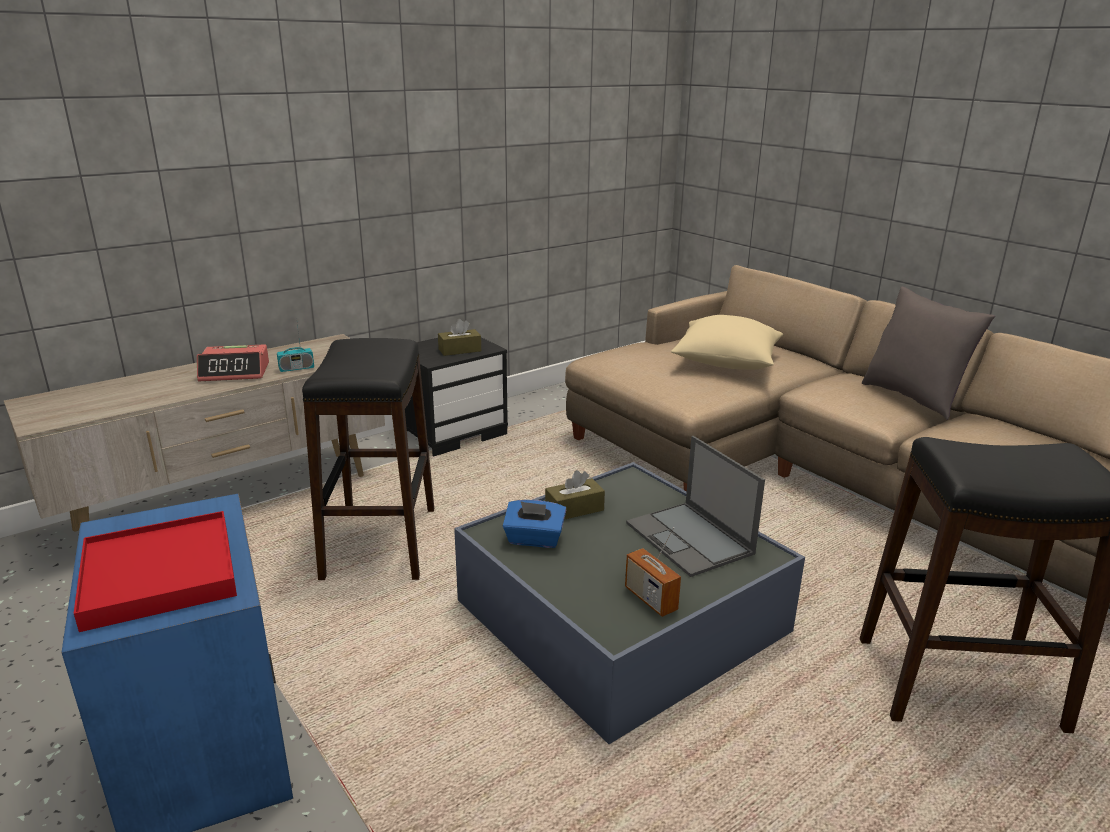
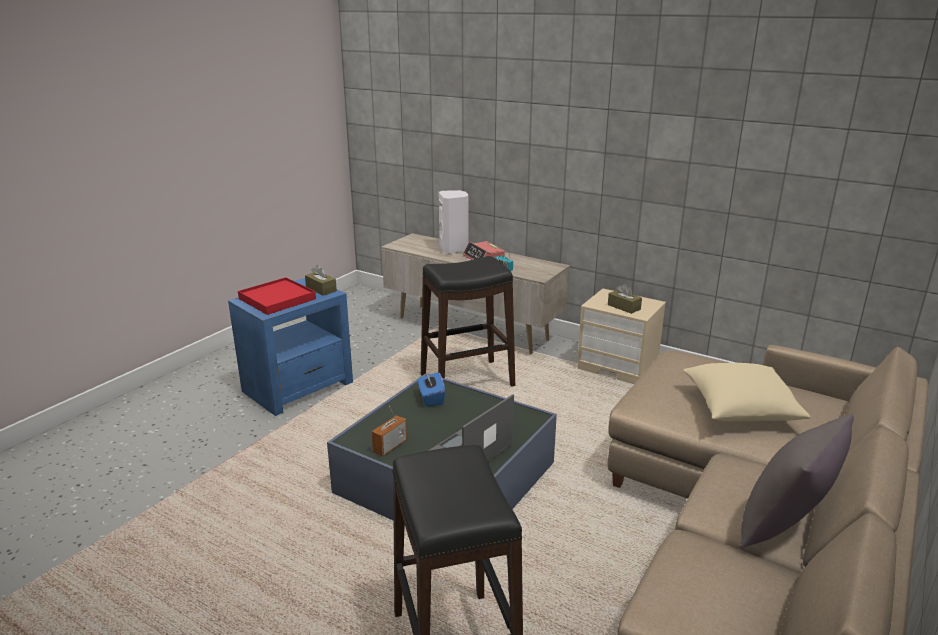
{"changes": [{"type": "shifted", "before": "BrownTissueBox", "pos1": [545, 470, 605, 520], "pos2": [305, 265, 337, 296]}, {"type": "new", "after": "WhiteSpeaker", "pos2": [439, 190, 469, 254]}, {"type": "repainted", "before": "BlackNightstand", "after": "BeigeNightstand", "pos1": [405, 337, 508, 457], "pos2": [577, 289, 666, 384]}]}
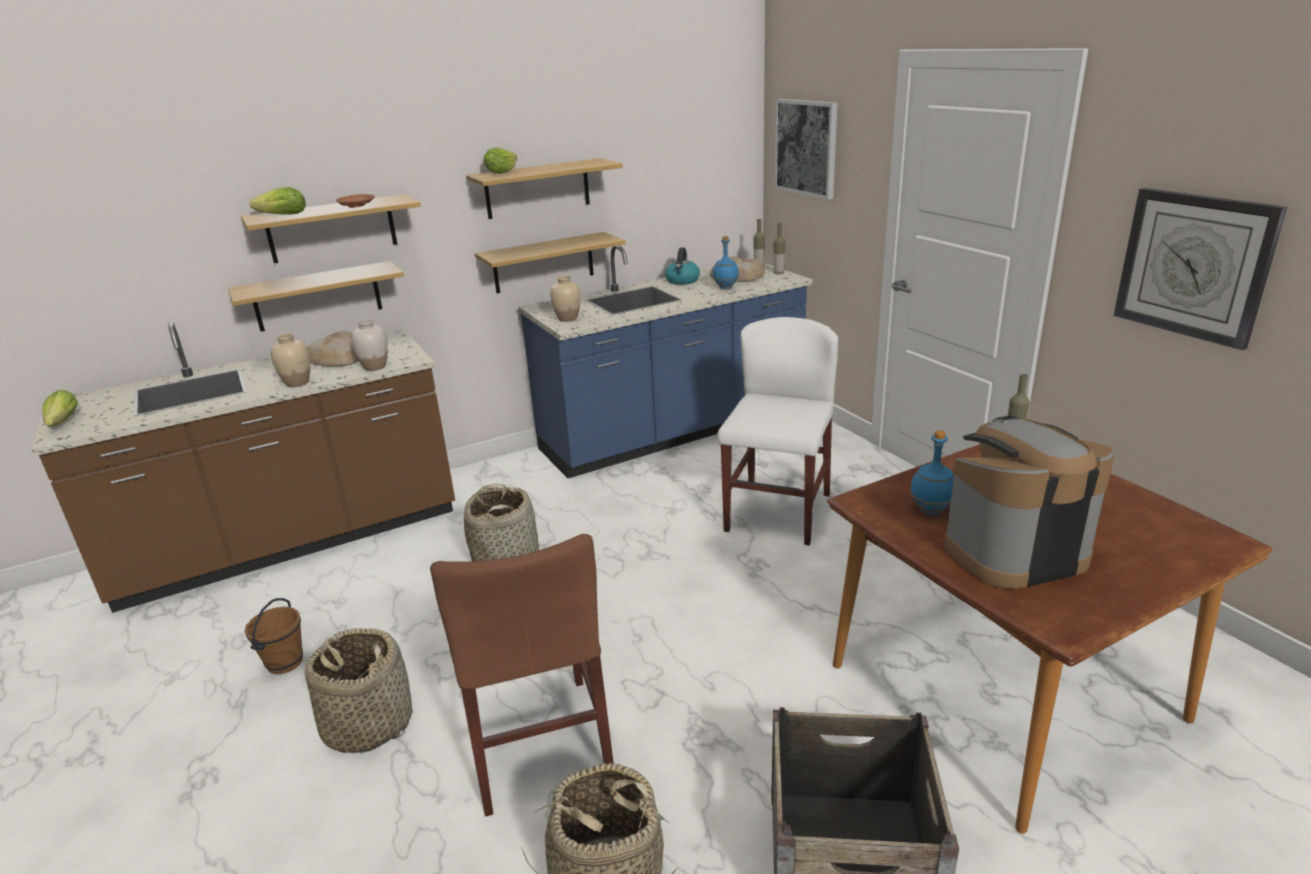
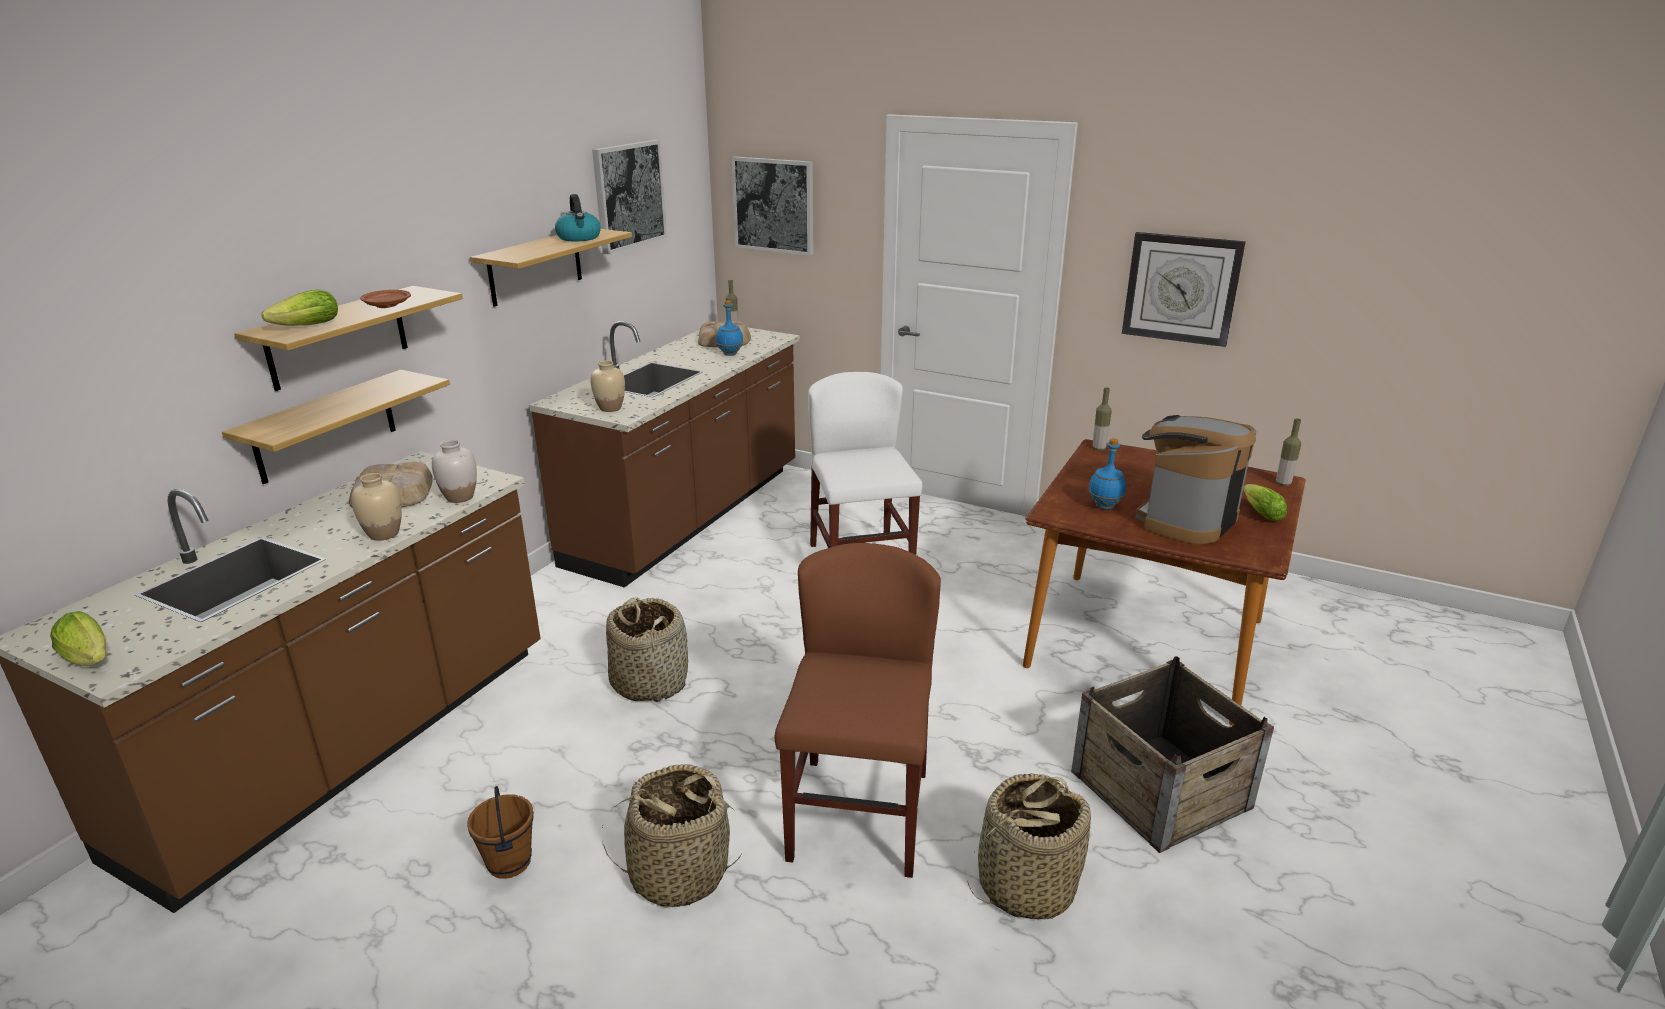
{"changes": [{"type": "repainted", "before": "BlueCounter", "after": "BrownCounter", "pos1": [519, 246, 812, 478], "pos2": [529, 321, 800, 588]}, {"type": "shifted", "before": "Kettle", "pos1": [665, 248, 700, 285], "pos2": [555, 194, 601, 241]}, {"type": "new", "after": "Picture", "pos2": [592, 140, 667, 254]}, {"type": "rotated", "before": "BrownChair", "pos1": [430, 534, 614, 817], "pos2": [775, 543, 941, 878], "turn": -120}, {"type": "shifted", "before": "Lettuce", "pos1": [484, 148, 517, 174], "pos2": [1243, 484, 1287, 521]}, {"type": "shifted", "before": "Bottle", "pos1": [774, 223, 785, 274], "pos2": [1276, 418, 1301, 486]}, {"type": "gone", "before": "Shelf", "pos1": [475, 232, 626, 293]}]}
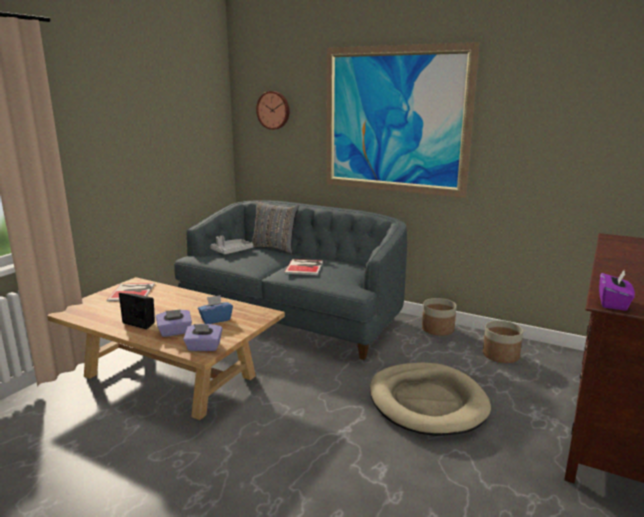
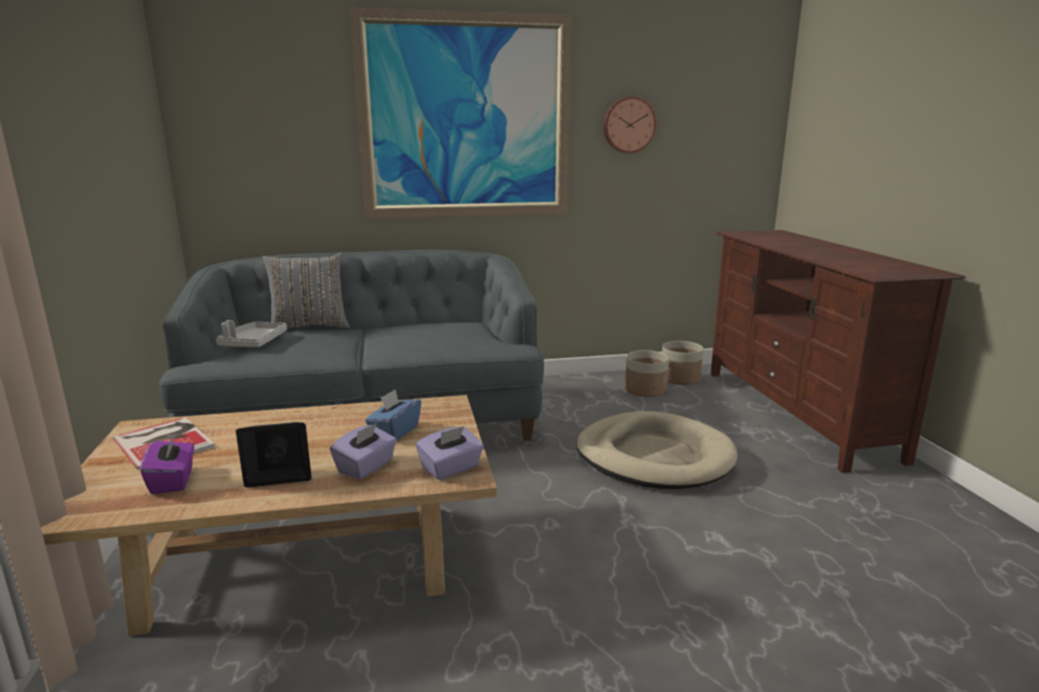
{"changes": [{"type": "shifted", "before": "PurpleTissueBox", "pos1": [599, 270, 635, 311], "pos2": [140, 432, 194, 494]}, {"type": "shifted", "before": "WallClock", "pos1": [256, 91, 290, 130], "pos2": [603, 96, 657, 153]}, {"type": "shifted", "before": "Planter", "pos1": [422, 298, 457, 336], "pos2": [662, 341, 704, 385]}, {"type": "gone", "before": "Book", "pos1": [284, 259, 323, 275]}]}
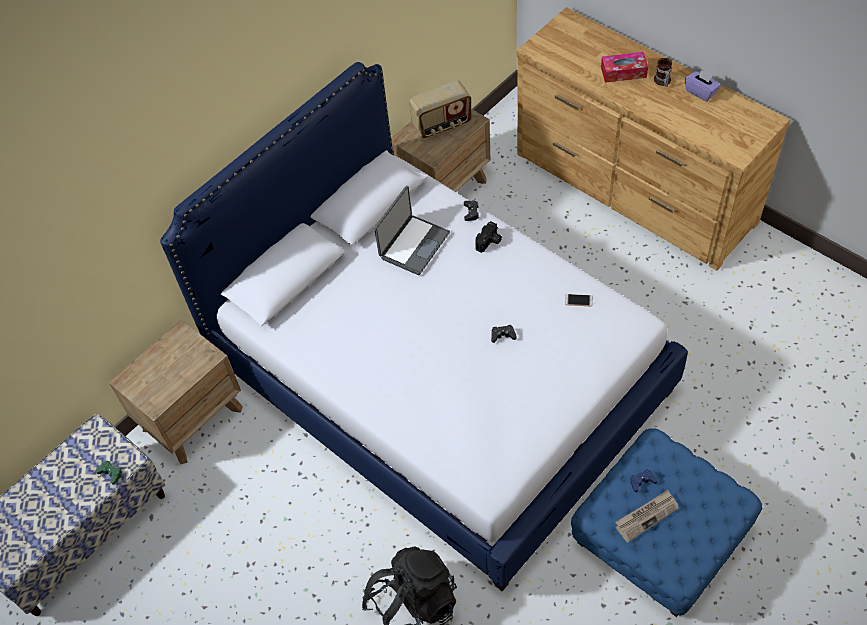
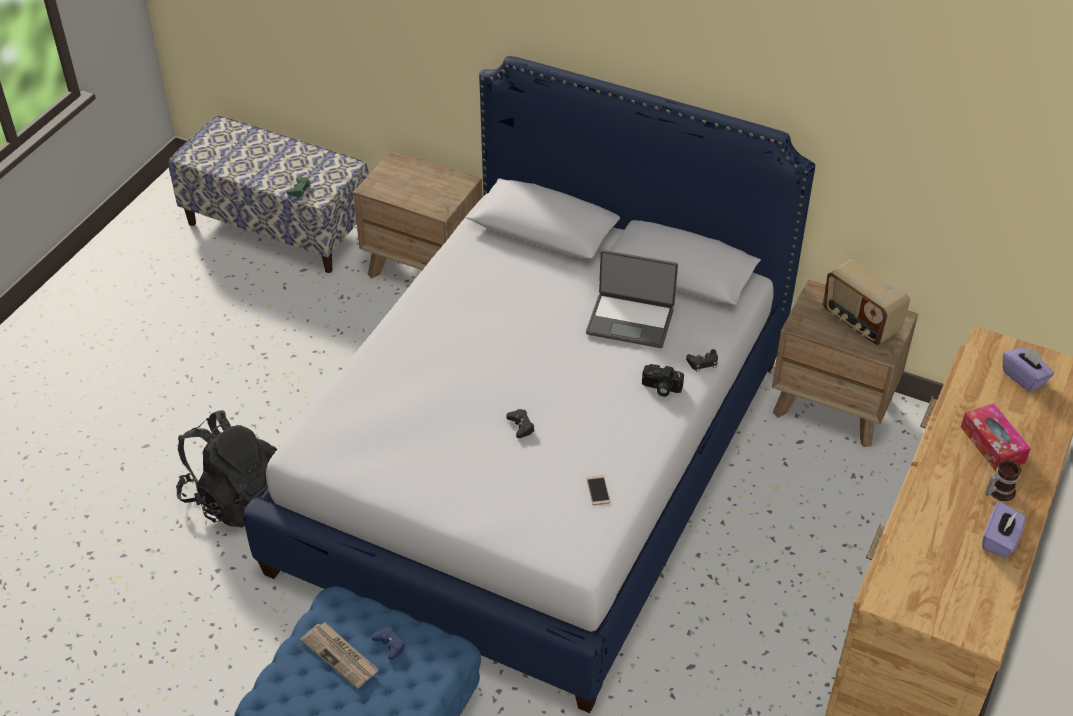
{"changes": [{"type": "new", "after": "PurpleTissueBox", "pos2": [1003, 345, 1054, 392]}]}
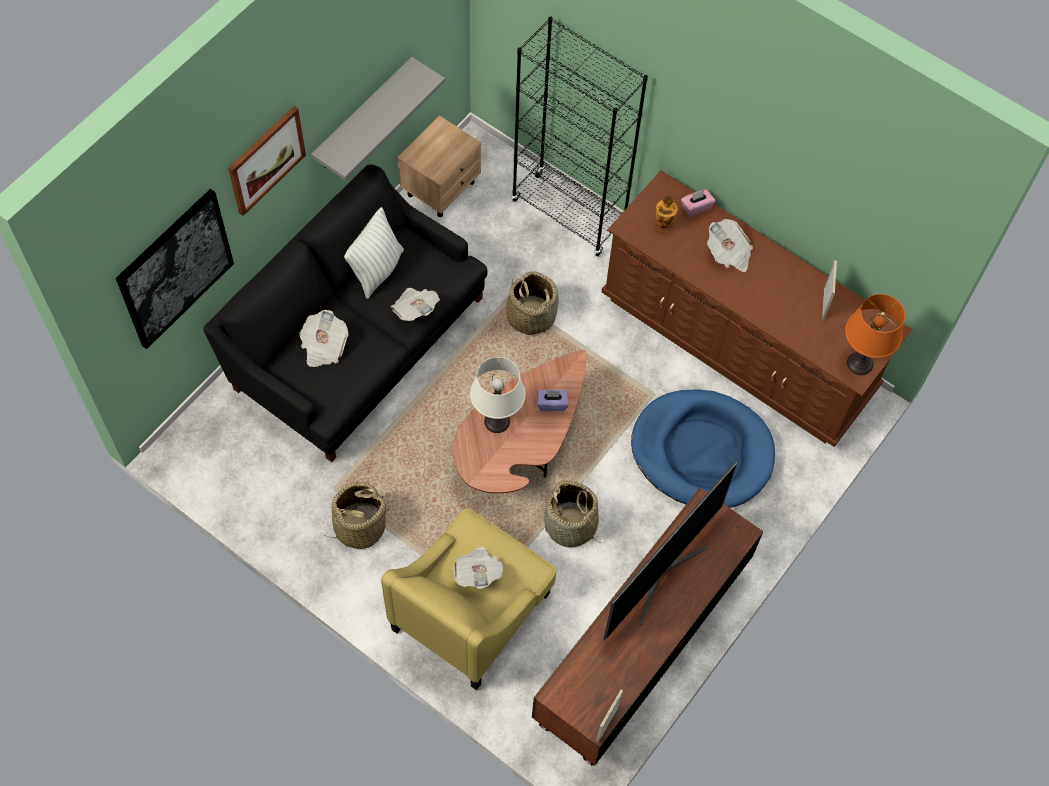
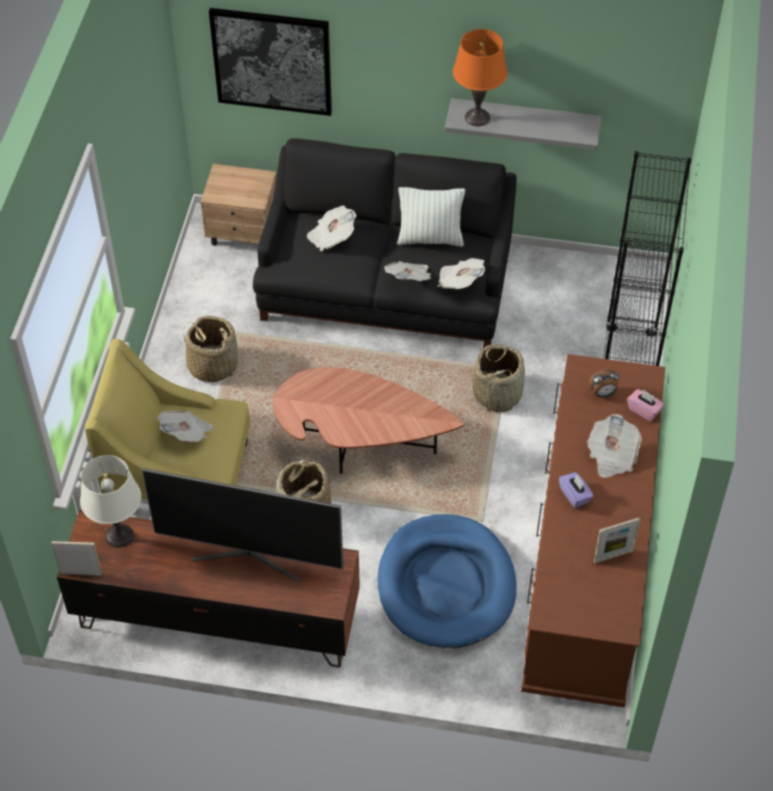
{"changes": [{"type": "shifted", "before": "WhiteTableLamp", "pos1": [470, 357, 526, 433], "pos2": [80, 455, 141, 548]}, {"type": "shifted", "before": "BeigeNightstand", "pos1": [398, 115, 481, 217], "pos2": [201, 164, 277, 246]}, {"type": "new", "after": "Newspaper", "pos2": [437, 258, 485, 289]}, {"type": "shifted", "before": "OrangeTableLamp", "pos1": [845, 294, 905, 375], "pos2": [453, 29, 507, 126]}, {"type": "shifted", "before": "PurpleTissueBox", "pos1": [538, 390, 568, 411], "pos2": [559, 472, 594, 508]}, {"type": "swapped", "before": "Vase", "after": "AlarmClock", "pos1": [655, 195, 678, 232], "pos2": [588, 370, 619, 397]}, {"type": "gone", "before": "Picture", "pos1": [228, 106, 306, 216]}]}
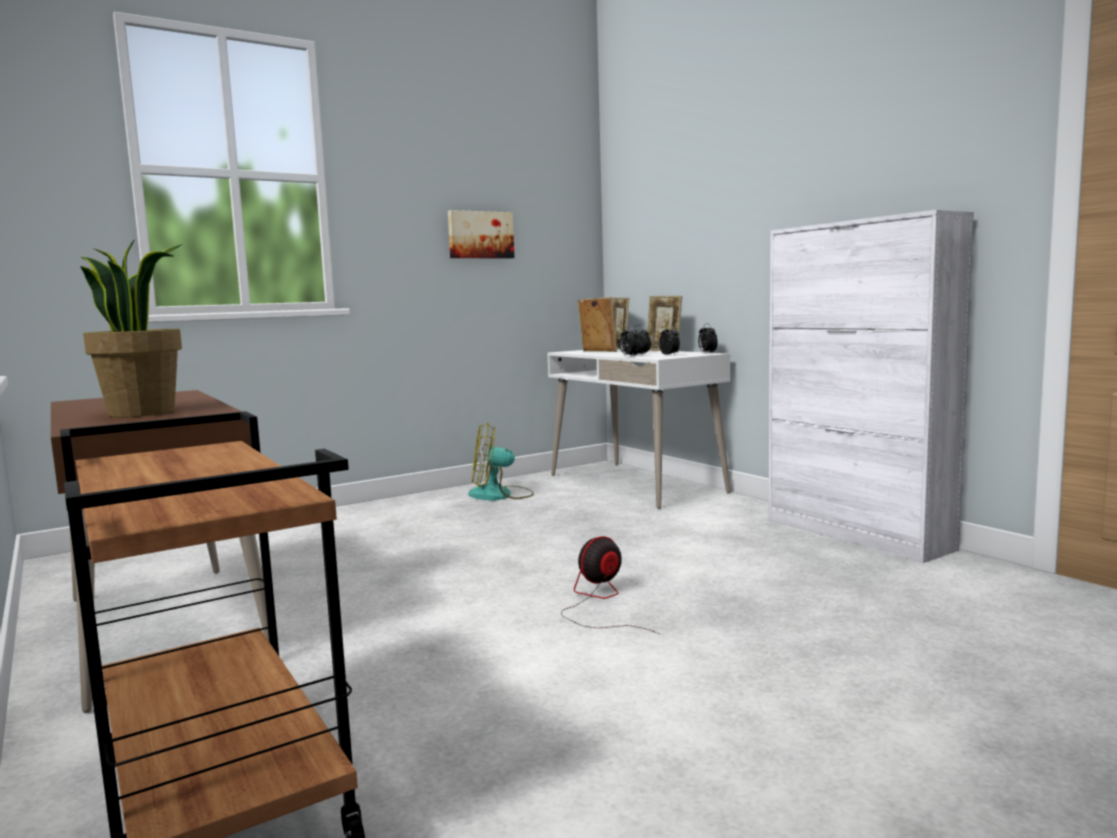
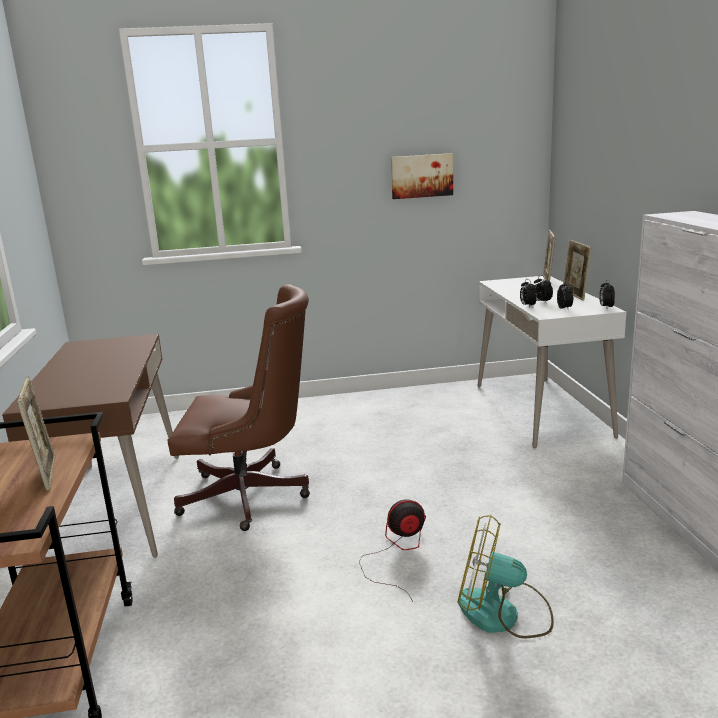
{"changes": [{"type": "shifted", "before": "PictureFrame", "pos1": [578, 297, 617, 352], "pos2": [17, 377, 55, 490]}, {"type": "new", "after": "BrownOfficeChair", "pos2": [168, 284, 310, 531]}, {"type": "shifted", "before": "Fan", "pos1": [468, 423, 534, 501], "pos2": [457, 514, 554, 639]}, {"type": "gone", "before": "PottedPlant", "pos1": [80, 239, 183, 417]}]}
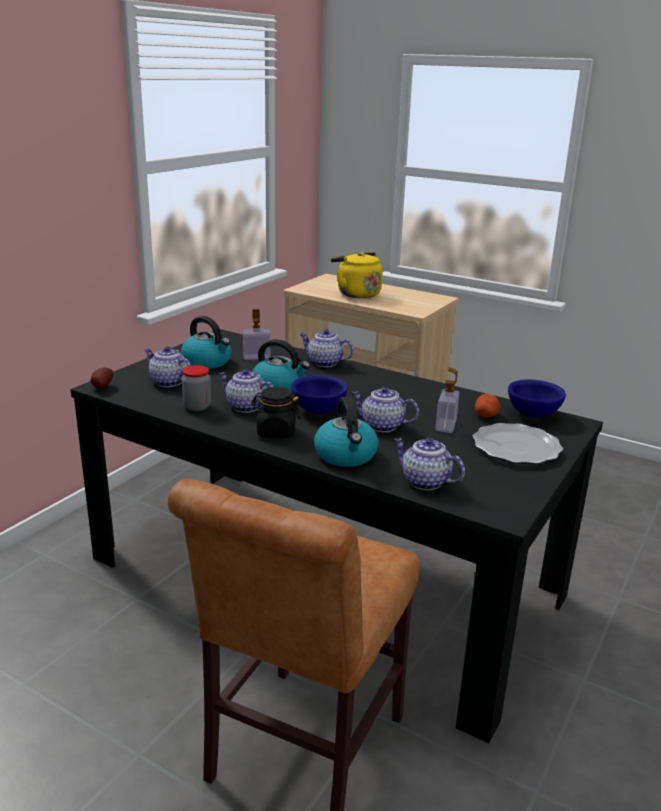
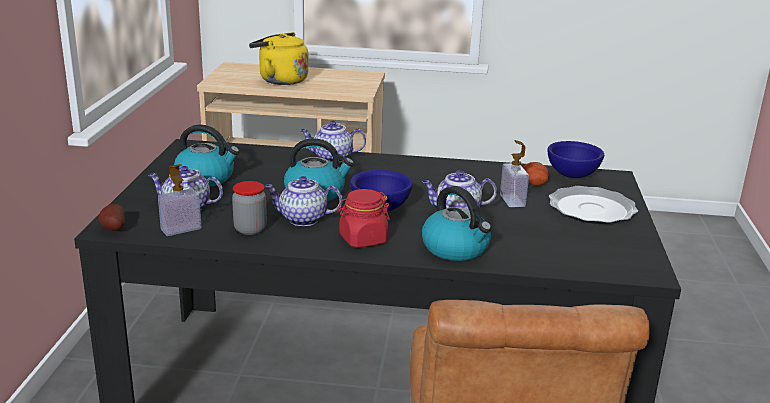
{"changes": [{"type": "shifted", "before": "SoapDispenser", "pos1": [243, 309, 270, 360], "pos2": [158, 164, 201, 236]}, {"type": "repainted", "before": "BlackJar", "after": "RedJar", "pos1": [251, 387, 301, 438], "pos2": [337, 189, 390, 247]}, {"type": "gone", "before": "Teapot", "pos1": [394, 437, 465, 490]}]}
